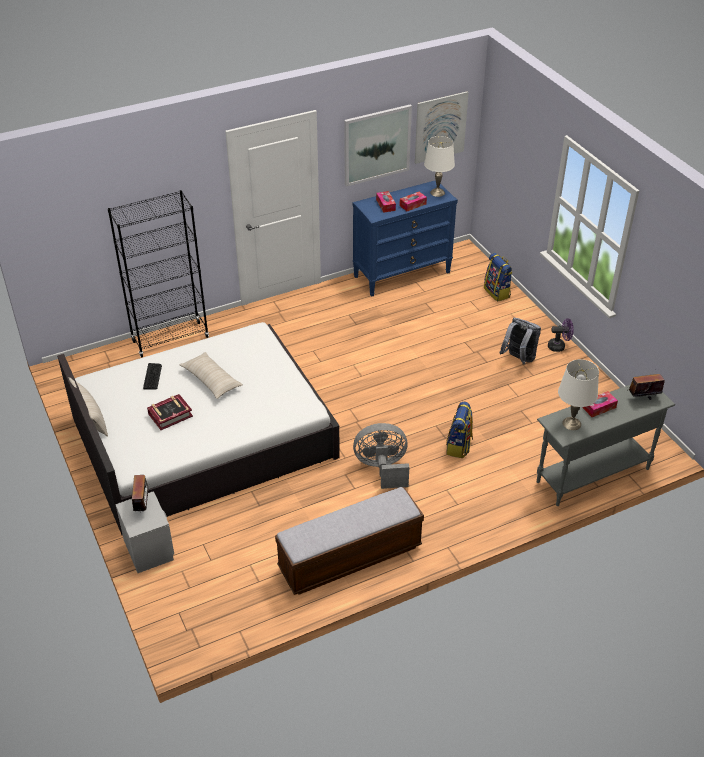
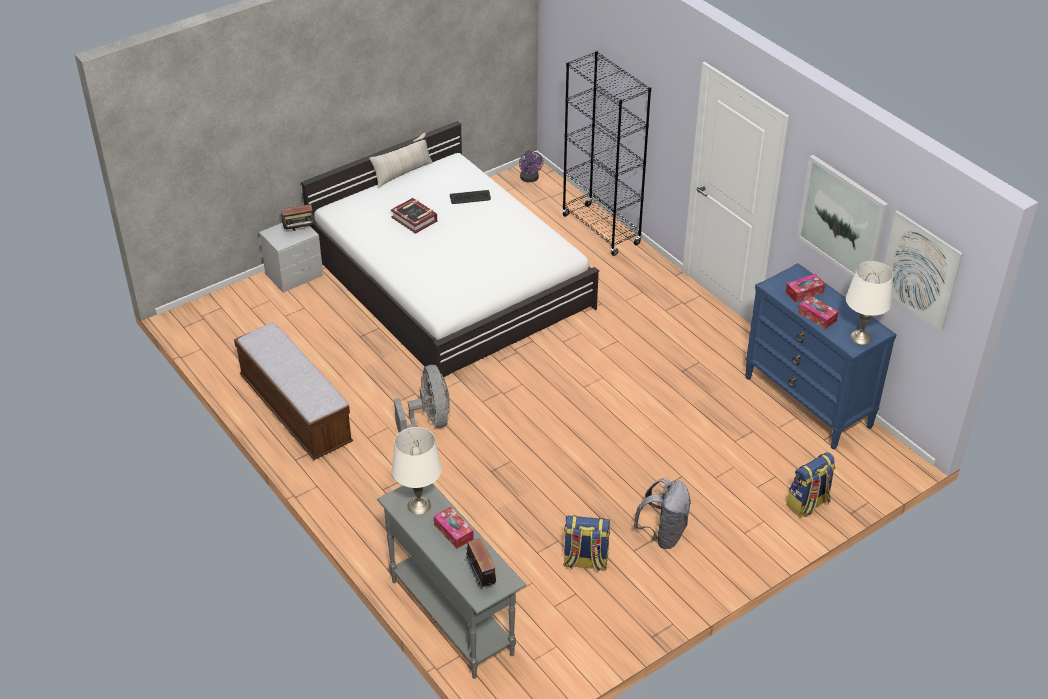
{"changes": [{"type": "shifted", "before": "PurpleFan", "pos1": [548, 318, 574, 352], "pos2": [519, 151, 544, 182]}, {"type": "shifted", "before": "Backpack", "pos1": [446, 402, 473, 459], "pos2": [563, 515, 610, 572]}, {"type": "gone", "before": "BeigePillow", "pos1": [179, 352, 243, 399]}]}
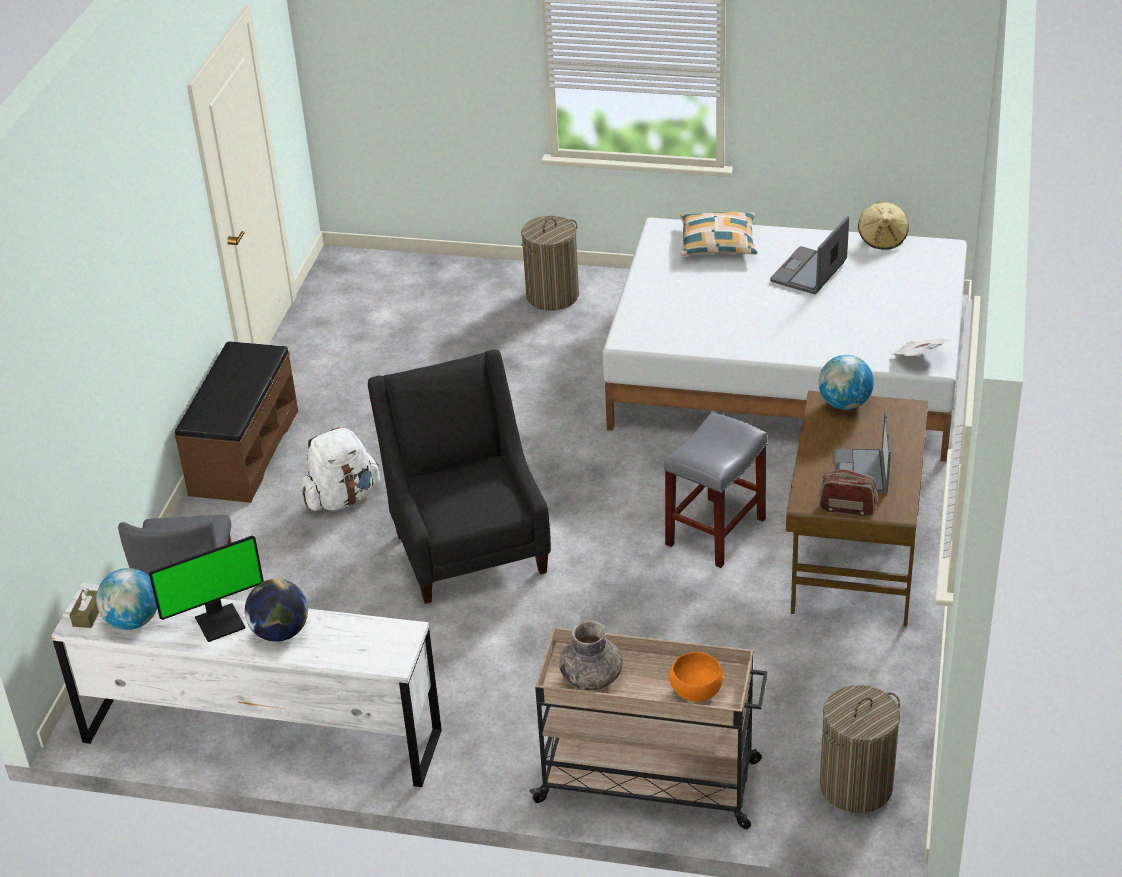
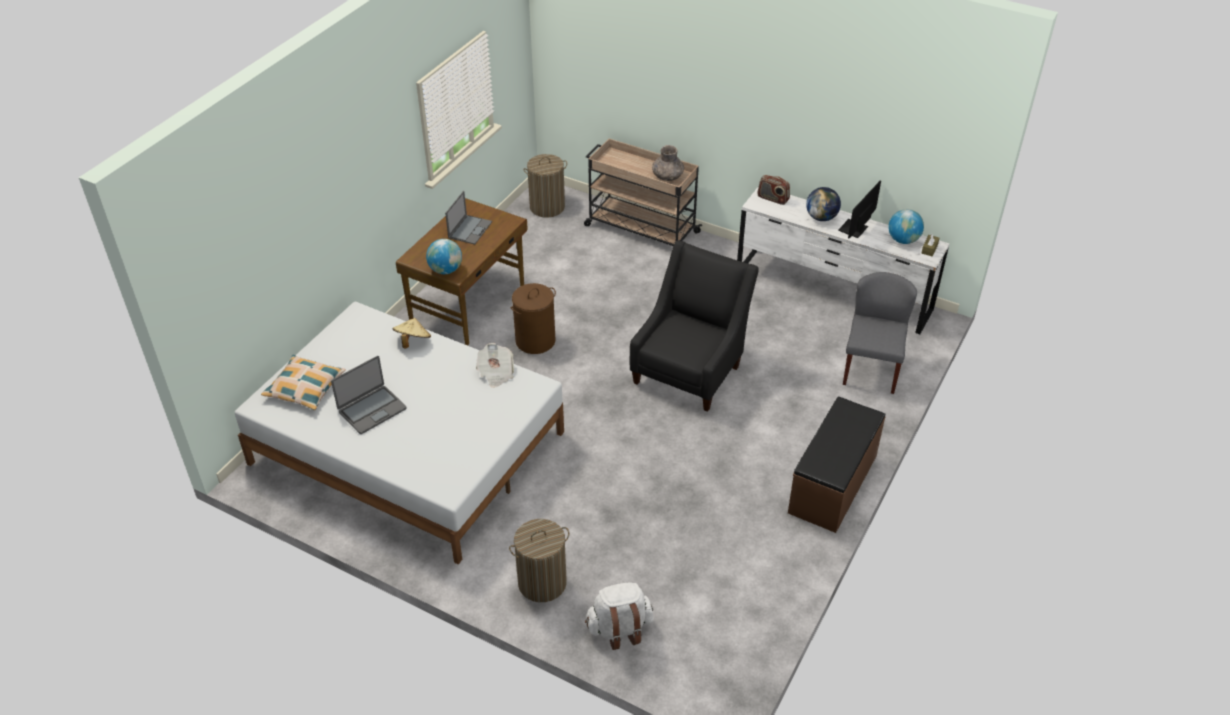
{"changes": [{"type": "shifted", "before": "Pillow", "pos1": [680, 212, 757, 256], "pos2": [261, 355, 346, 410]}, {"type": "shifted", "before": "BeigeHat", "pos1": [858, 202, 909, 250], "pos2": [393, 318, 431, 348]}, {"type": "shifted", "before": "Newspaper", "pos1": [892, 338, 948, 356], "pos2": [476, 343, 514, 388]}, {"type": "swapped", "before": "GreyStool", "after": "BrownLaundryBasket", "pos1": [664, 412, 768, 568], "pos2": [511, 283, 556, 354]}, {"type": "shifted", "before": "WhiteBackpack", "pos1": [302, 427, 380, 511], "pos2": [585, 582, 654, 650]}, {"type": "rotated", "before": "BlackArmchair", "pos1": [368, 350, 551, 604], "pos2": [630, 240, 759, 412], "turn": -150}, {"type": "shifted", "before": "Radio", "pos1": [819, 469, 877, 517], "pos2": [757, 175, 790, 205]}, {"type": "rotated", "before": "Monitor", "pos1": [149, 536, 264, 642], "pos2": [838, 181, 881, 239], "turn": -45}, {"type": "gone", "before": "OrangeBowl", "pos1": [669, 652, 723, 702]}]}
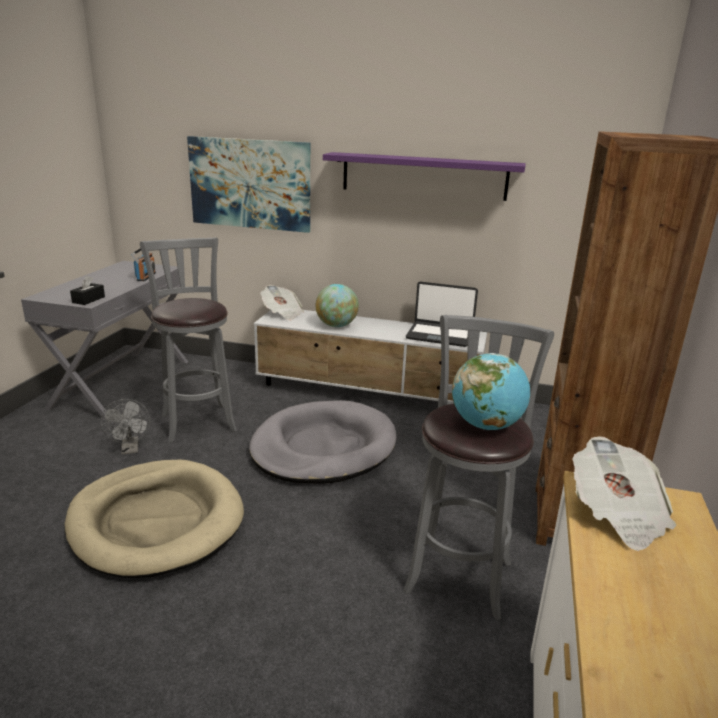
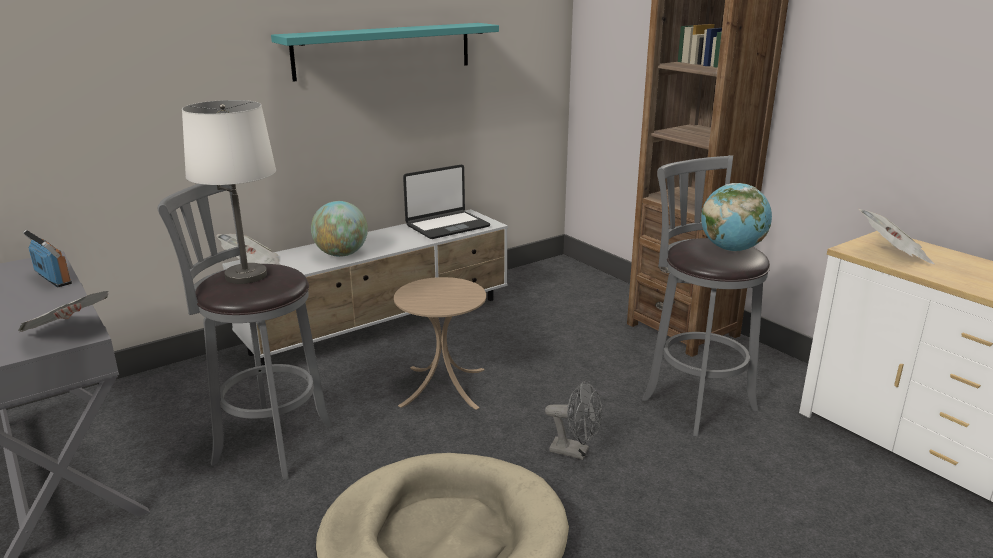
{"changes": [{"type": "swapped", "before": "BlackTissueBox", "after": "Newspaper", "pos1": [70, 276, 105, 305], "pos2": [18, 291, 108, 332]}, {"type": "new", "after": "WhiteTableLamp", "pos2": [182, 100, 276, 284]}, {"type": "repainted", "before": "PurpleShelf", "after": "TurquoiseShelf", "pos1": [323, 152, 526, 201], "pos2": [271, 23, 499, 82]}, {"type": "swapped", "before": "GreyDogBed", "after": "BeigeSideTable", "pos1": [249, 400, 396, 484], "pos2": [394, 277, 486, 410]}, {"type": "shifted", "before": "GreyFan", "pos1": [101, 399, 150, 455], "pos2": [545, 381, 602, 460]}, {"type": "gone", "before": "Picture", "pos1": [187, 136, 310, 233]}]}
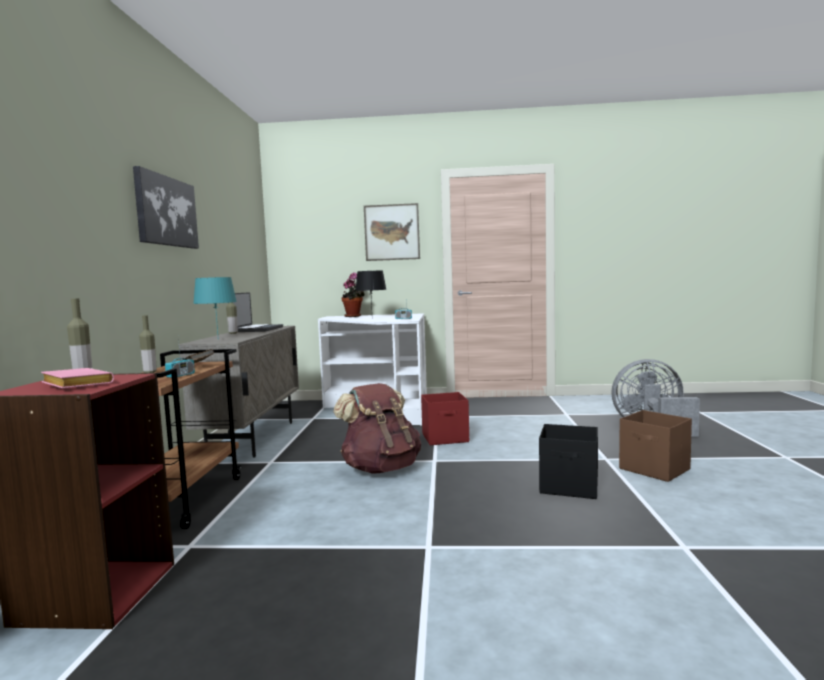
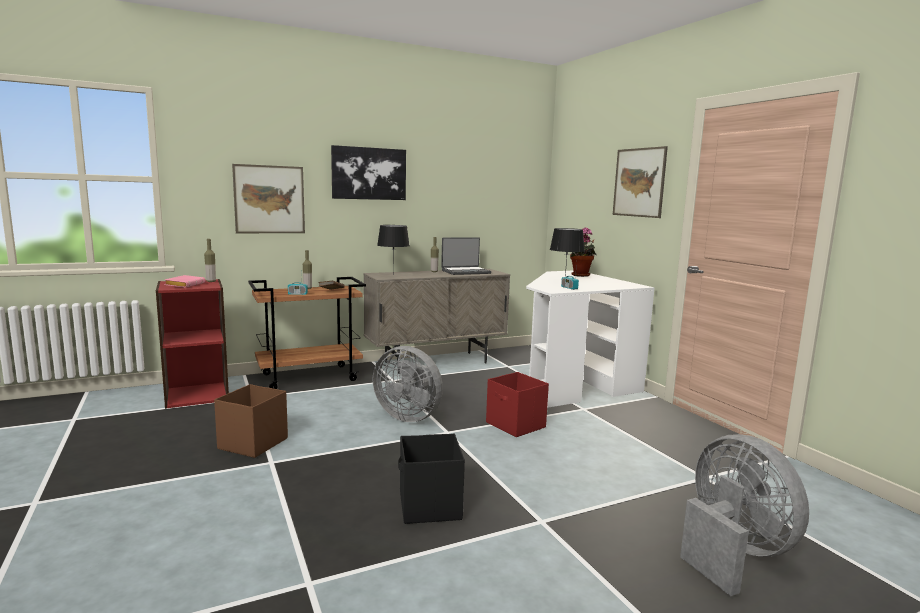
{"changes": [{"type": "shifted", "before": "BrownStorageBox", "pos1": [619, 410, 692, 482], "pos2": [214, 384, 288, 458]}, {"type": "new", "after": "Picture", "pos2": [232, 164, 305, 234]}, {"type": "swapped", "before": "BrownBackpack", "after": "GreyFan", "pos1": [333, 383, 421, 474], "pos2": [373, 346, 443, 422]}, {"type": "repainted", "before": "TurquoiseTableLamp", "after": "BlackTableLamp", "pos1": [193, 277, 237, 340], "pos2": [377, 225, 410, 275]}]}
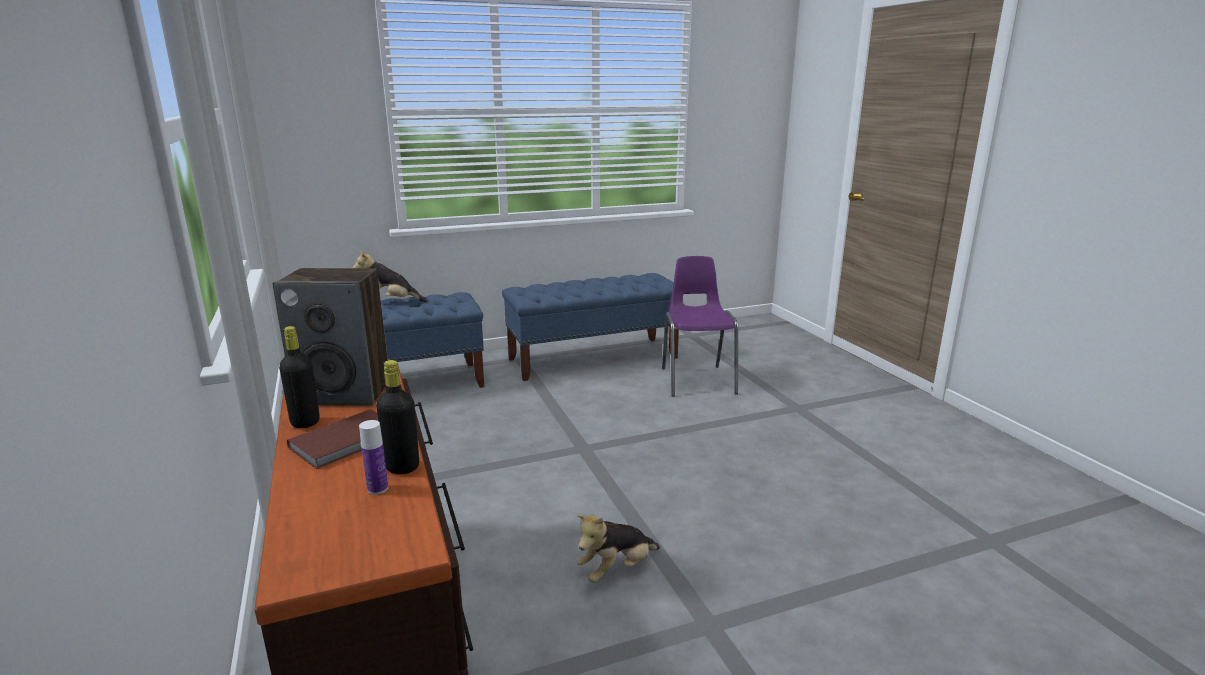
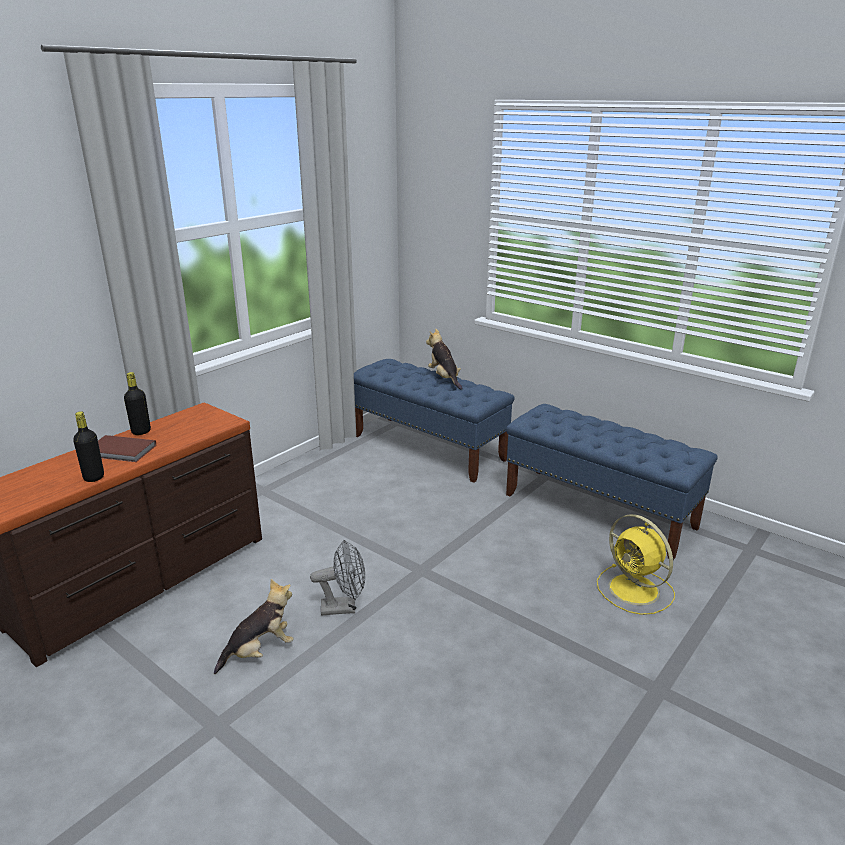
{"changes": [{"type": "rotated", "before": "PlushToy", "pos1": [576, 515, 660, 583], "pos2": [214, 579, 294, 674], "turn": 120}, {"type": "new", "after": "GreyFan", "pos2": [310, 540, 365, 616]}, {"type": "swapped", "before": "PurpleChair", "after": "YellowFan", "pos1": [662, 256, 738, 397], "pos2": [597, 514, 675, 615]}, {"type": "gone", "before": "Speaker", "pos1": [272, 268, 388, 406]}, {"type": "gone", "before": "Bottle", "pos1": [359, 420, 388, 495]}]}
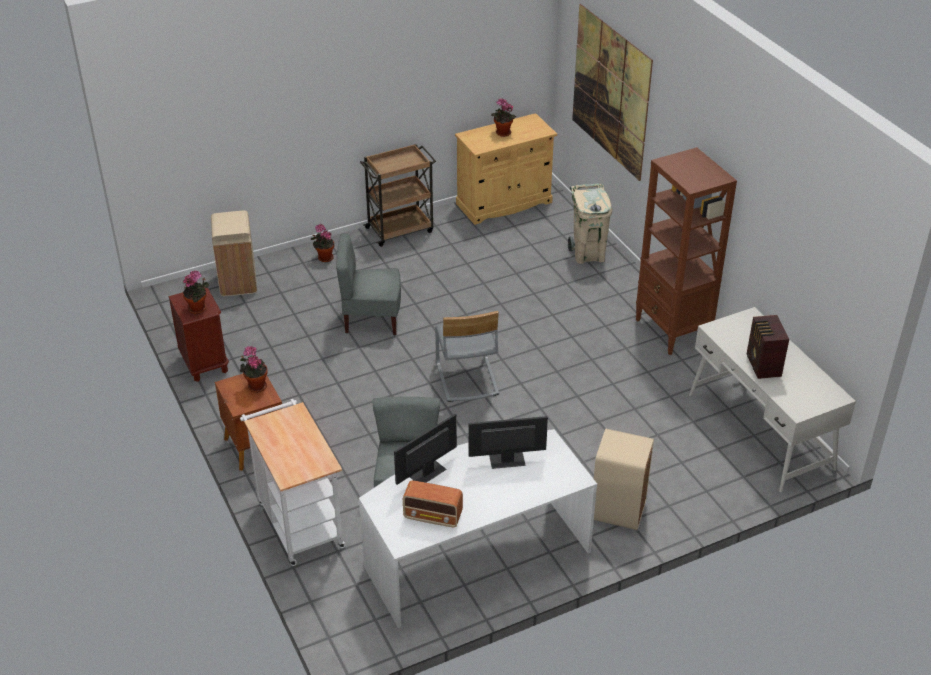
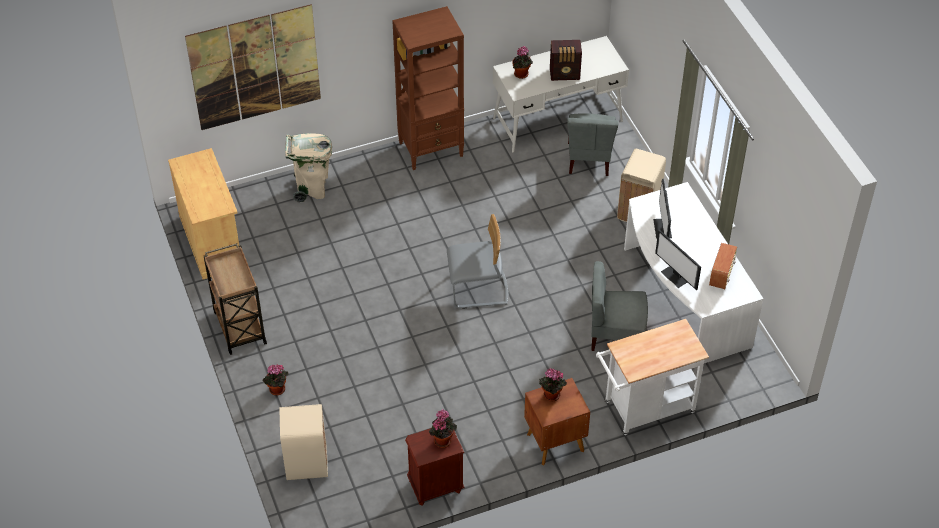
{"changes": [{"type": "shifted", "before": "PottedPlant", "pos1": [491, 98, 516, 137], "pos2": [512, 46, 533, 79]}, {"type": "shifted", "before": "GreyChair", "pos1": [336, 233, 401, 335], "pos2": [567, 114, 619, 176]}]}
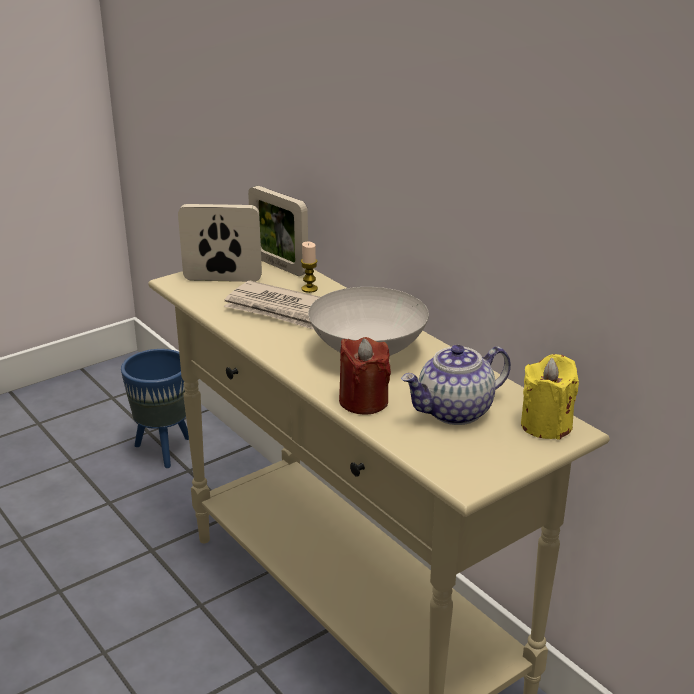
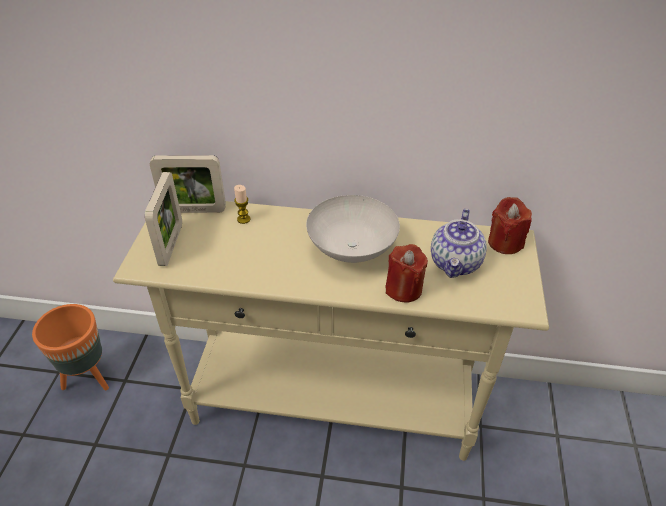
{"changes": [{"type": "repainted", "before": "BluePlanter", "after": "OrangePlanter", "pos1": [121, 349, 189, 468], "pos2": [32, 304, 109, 390]}, {"type": "rotated", "before": "PictureFrame", "pos1": [178, 204, 262, 282], "pos2": [145, 172, 182, 266], "turn": 135}, {"type": "repainted", "before": "YellowCandle", "after": "RedCandle", "pos1": [521, 354, 579, 440], "pos2": [488, 197, 532, 254]}, {"type": "gone", "before": "Newspaper", "pos1": [224, 281, 320, 330]}]}
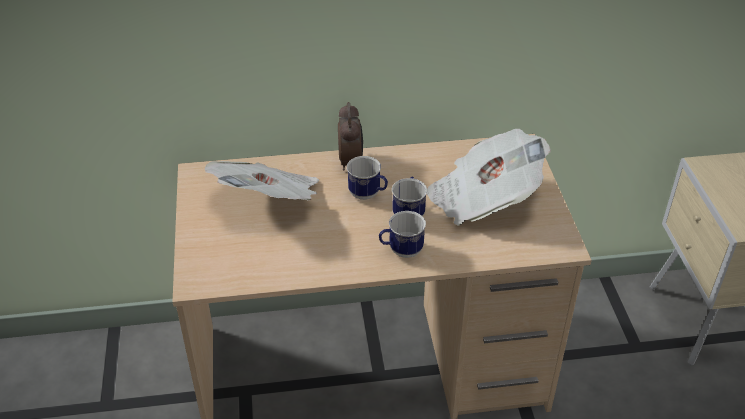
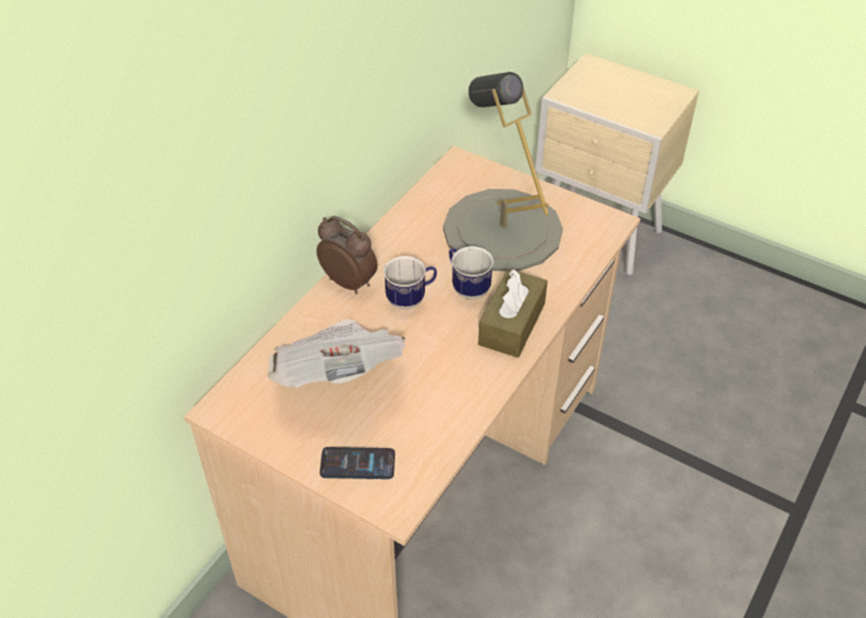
{"changes": [{"type": "new", "after": "Phone", "pos2": [320, 447, 395, 479]}, {"type": "swapped", "before": "Newspaper", "after": "GreyTableLamp", "pos1": [427, 129, 551, 226], "pos2": [443, 72, 563, 271]}, {"type": "swapped", "before": "Mug", "after": "BrownTissueBox", "pos1": [379, 211, 426, 258], "pos2": [478, 269, 548, 358]}]}
